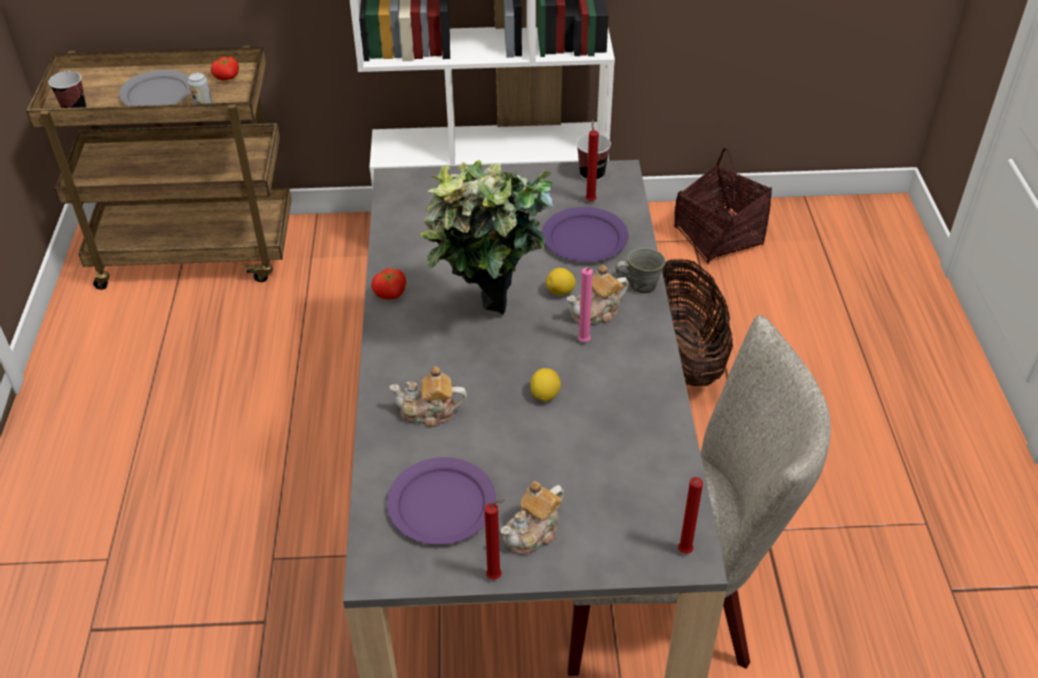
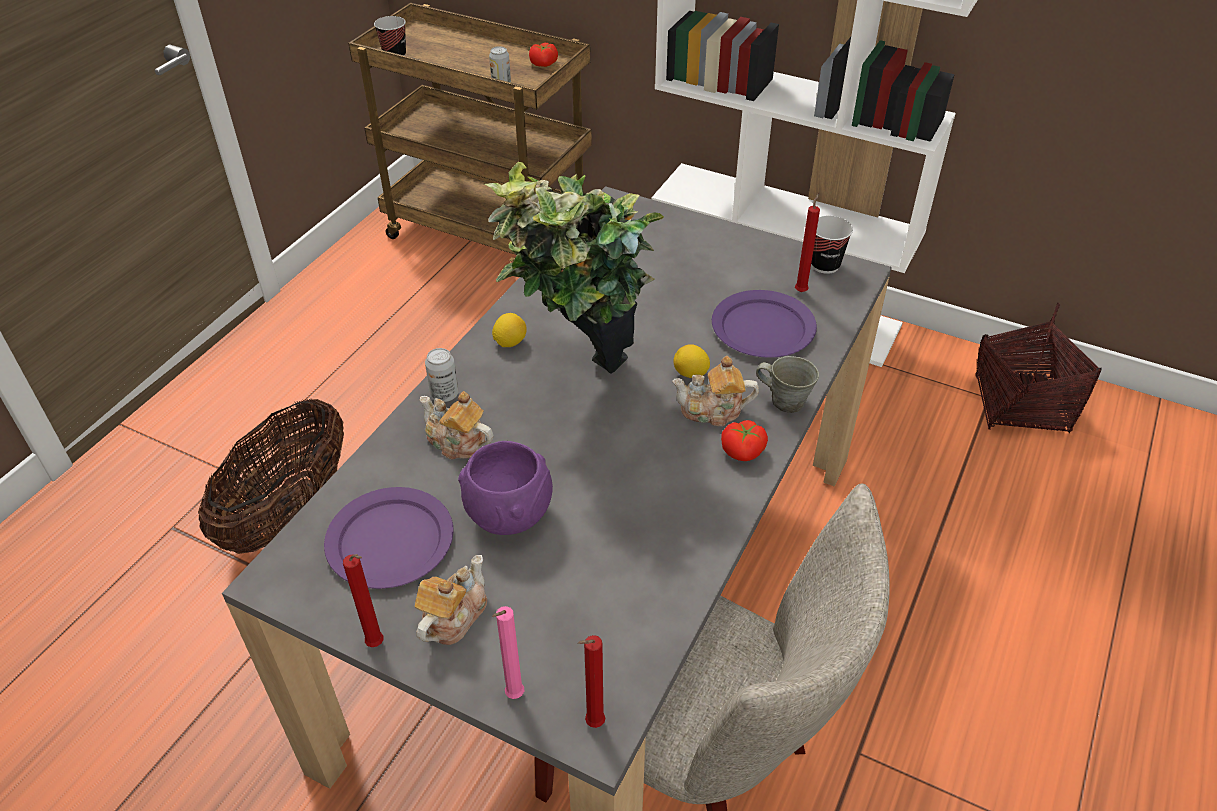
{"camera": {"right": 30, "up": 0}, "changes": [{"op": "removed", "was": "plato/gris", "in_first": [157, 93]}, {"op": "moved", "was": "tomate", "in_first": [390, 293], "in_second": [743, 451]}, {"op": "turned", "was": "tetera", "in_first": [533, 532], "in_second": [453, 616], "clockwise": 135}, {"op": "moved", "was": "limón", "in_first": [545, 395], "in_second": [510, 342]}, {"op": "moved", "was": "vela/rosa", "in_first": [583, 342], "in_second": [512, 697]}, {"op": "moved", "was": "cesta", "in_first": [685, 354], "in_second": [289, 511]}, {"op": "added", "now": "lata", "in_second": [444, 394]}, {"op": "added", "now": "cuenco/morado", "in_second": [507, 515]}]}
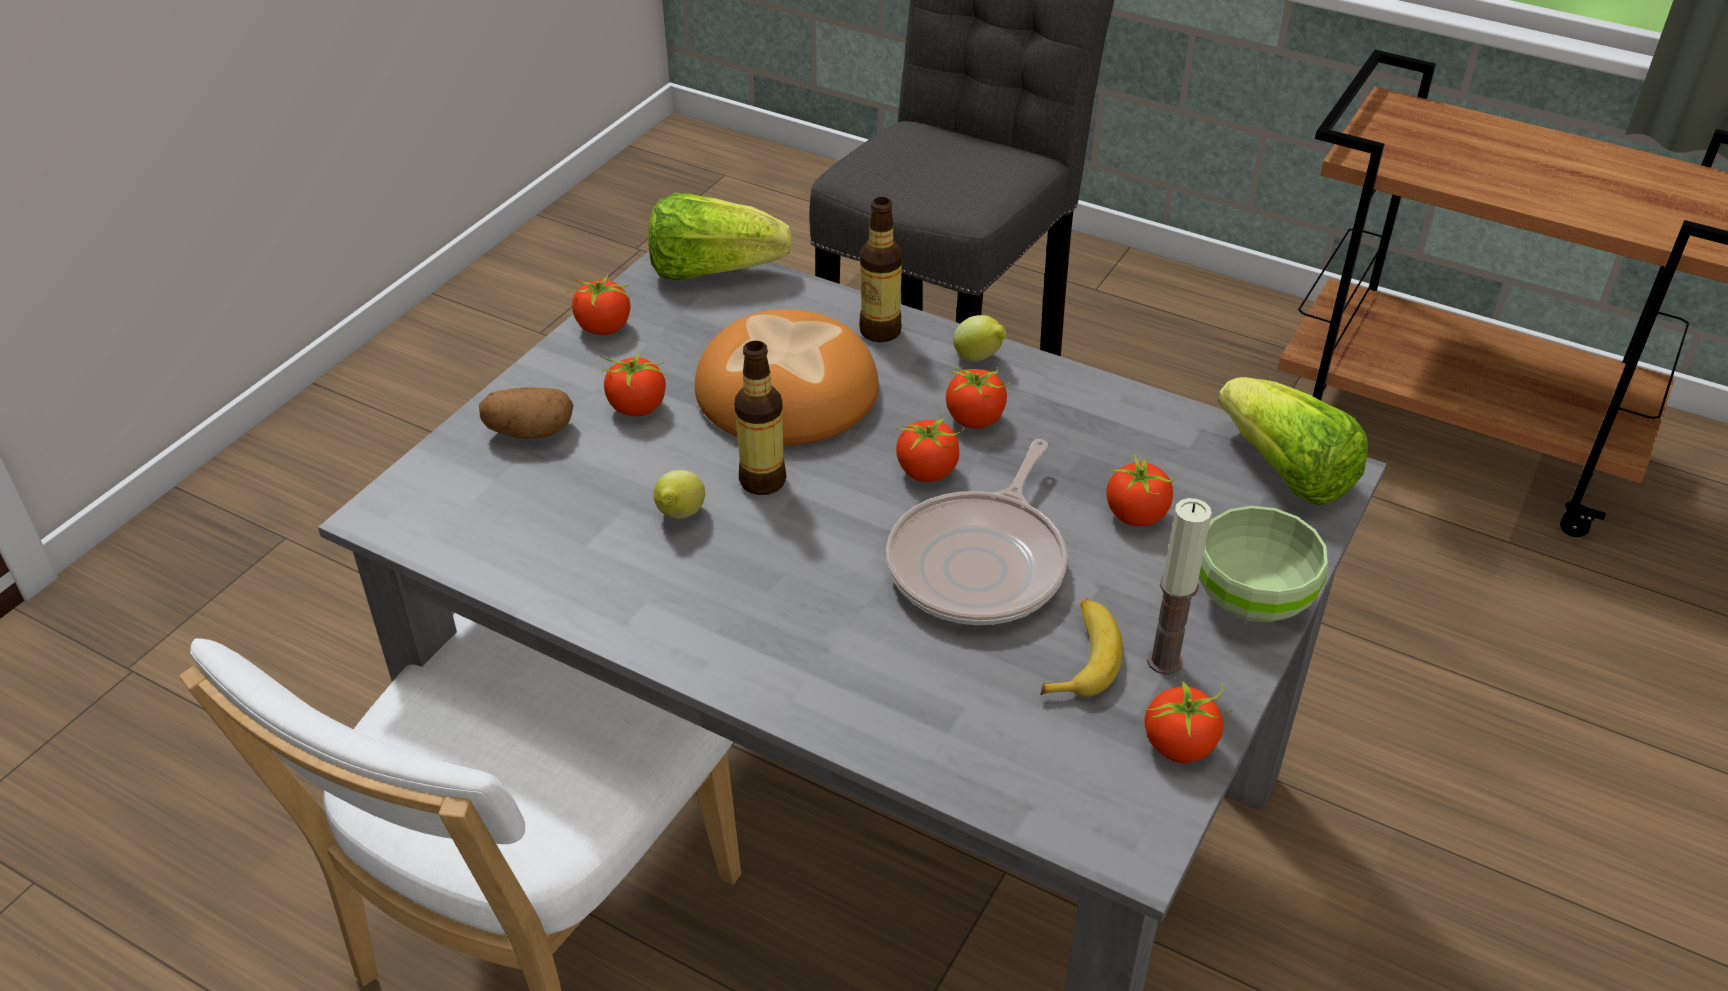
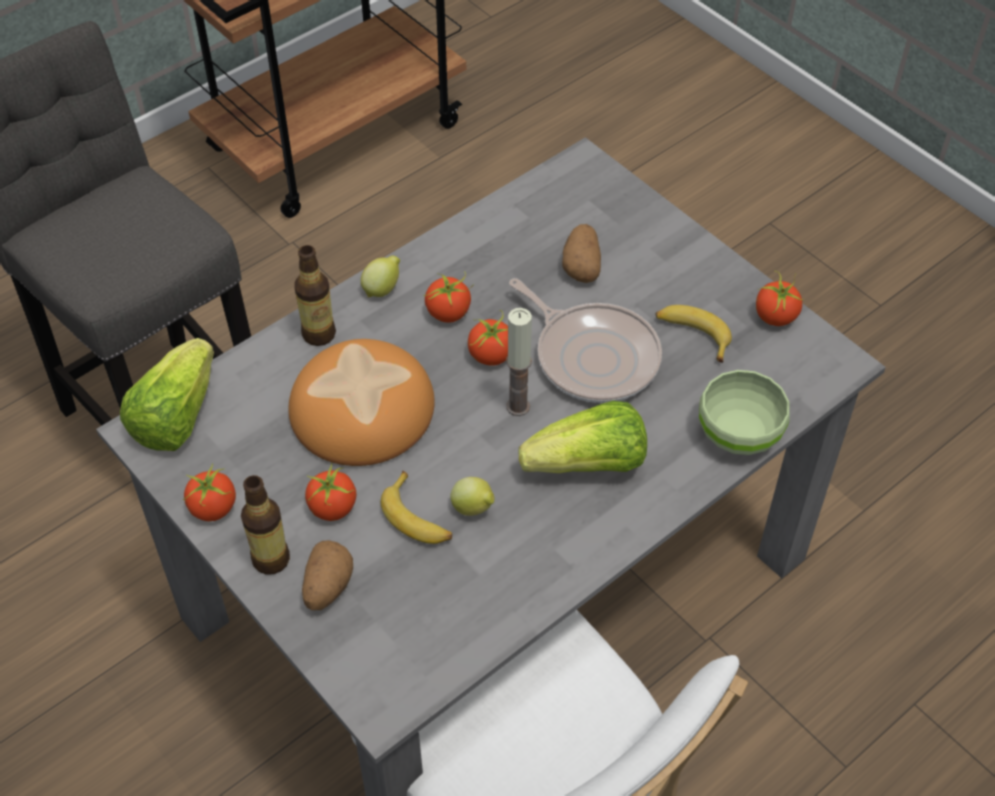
{"camera": {"right": -70, "up": 10}, "changes": [{"op": "moved", "was": "botella", "in_first": [762, 481], "in_second": [271, 559]}, {"op": "replaced", "was": "tomate", "now": "patata", "in_first": [1136, 516], "in_second": [582, 265]}, {"op": "moved", "was": "vela", "in_first": [1164, 661], "in_second": [518, 406]}, {"op": "moved", "was": "cuenco/verde", "in_first": [1251, 598], "in_second": [737, 434]}, {"op": "moved", "was": "lechuga", "in_first": [1285, 472], "in_second": [589, 465]}, {"op": "added", "now": "plátano", "in_second": [418, 517]}]}
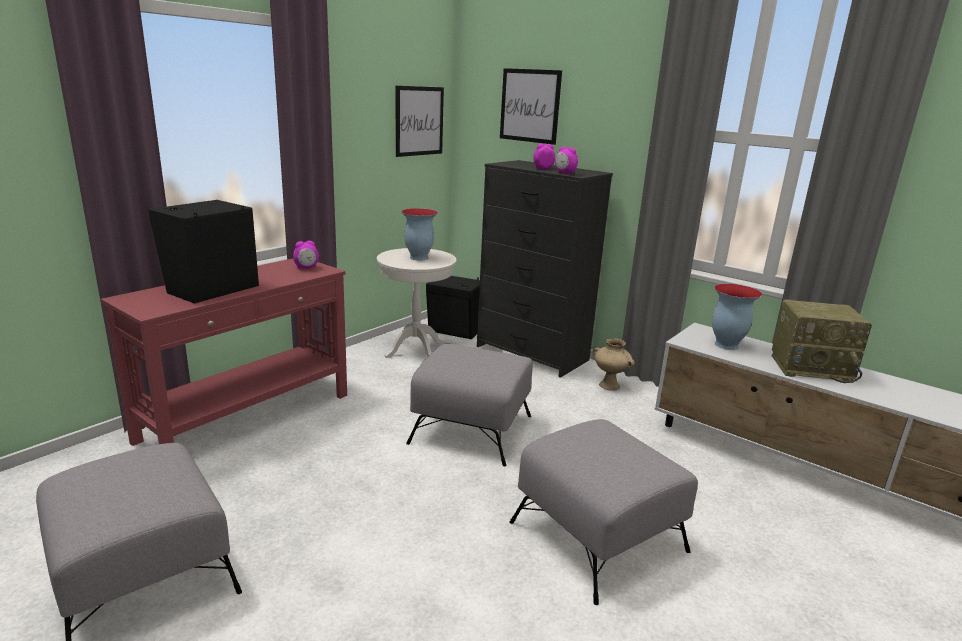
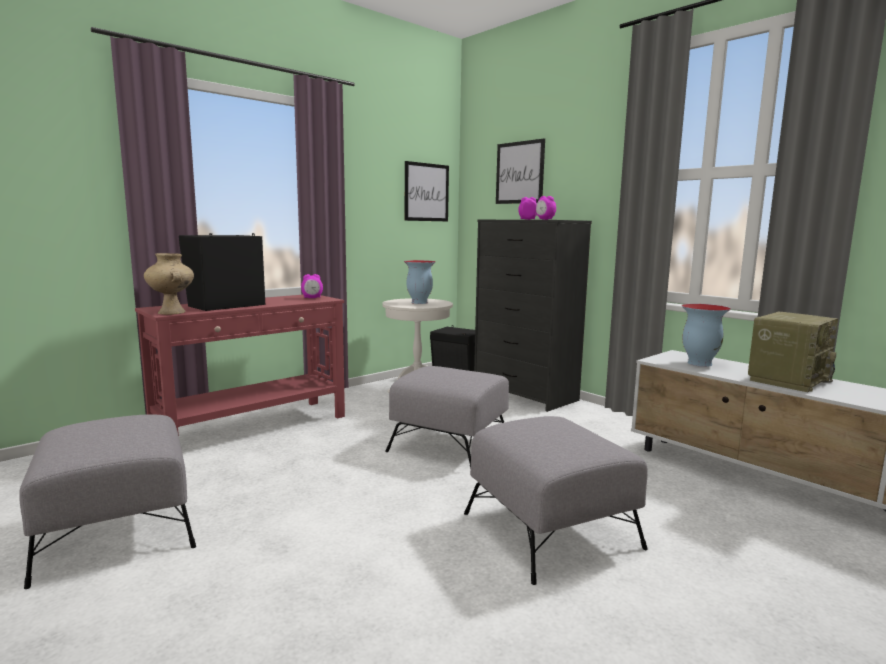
{"camera": {"right": 10, "up": -10}, "changes": [{"op": "moved", "was": "florero/beis", "in_first": [610, 385], "in_second": [172, 312]}, {"op": "turned", "was": "radio", "in_first": [811, 368], "in_second": [787, 379], "clockwise": -60}]}
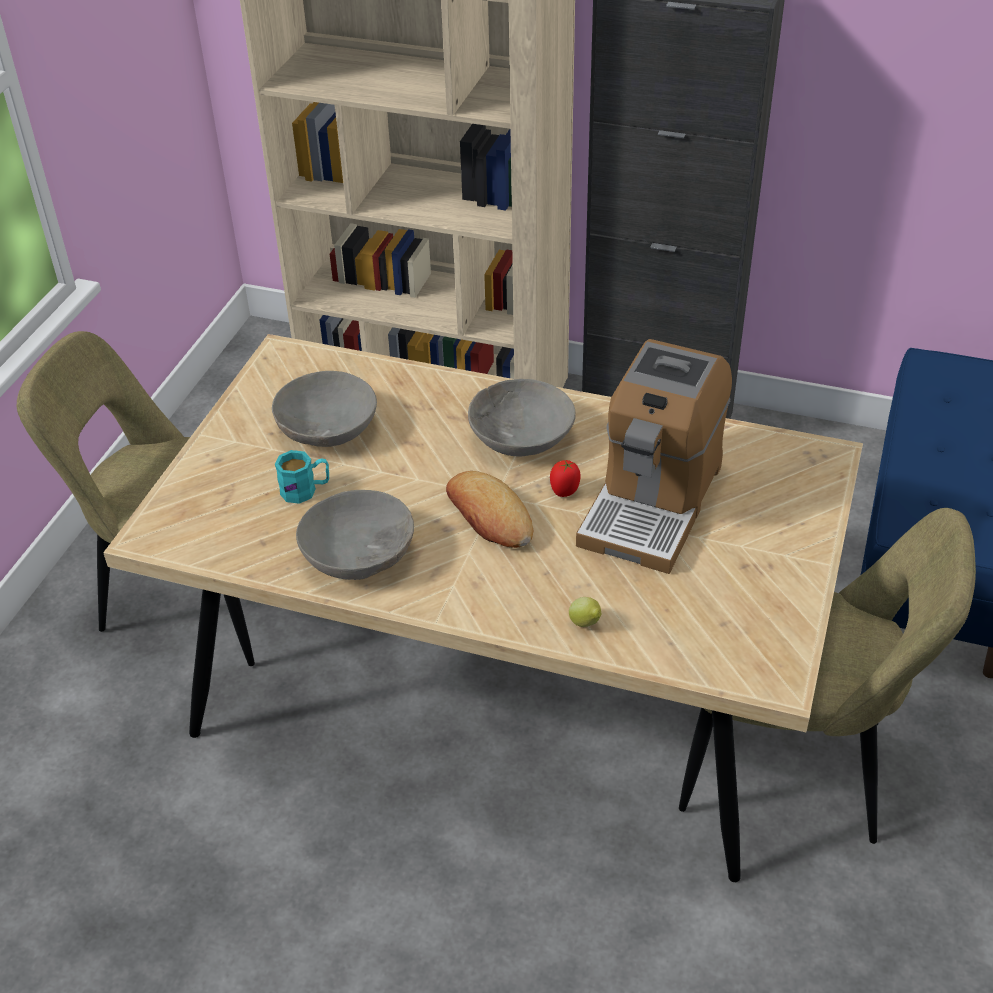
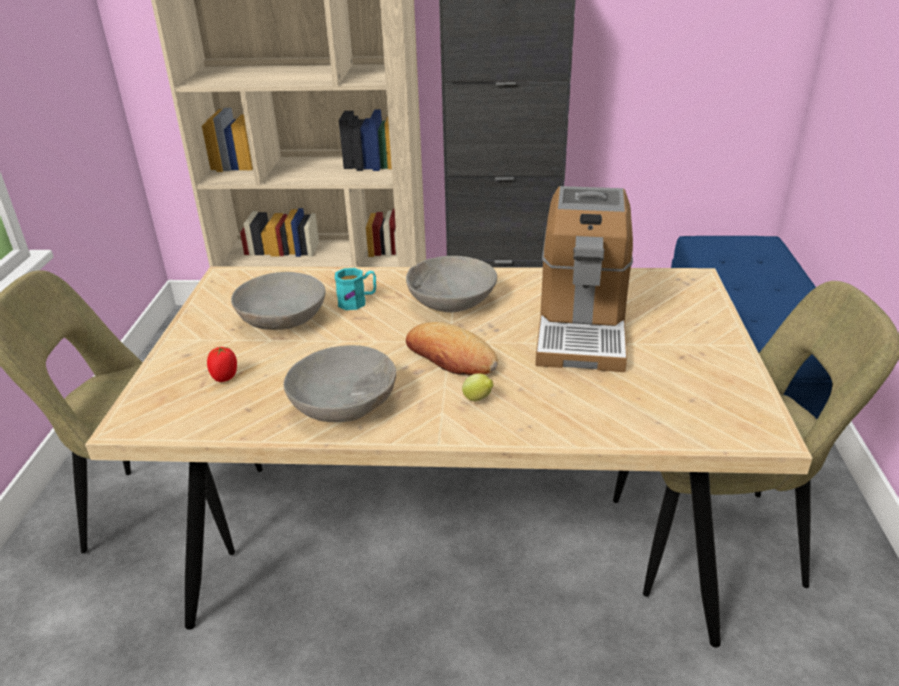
{"camera": {"right": -15, "up": -10}, "changes": [{"op": "moved", "was": "taza grande/turquesa", "in_first": [305, 490], "in_second": [358, 301]}, {"op": "moved", "was": "tomate", "in_first": [565, 491], "in_second": [225, 377]}, {"op": "moved", "was": "limón", "in_first": [586, 624], "in_second": [478, 399]}]}
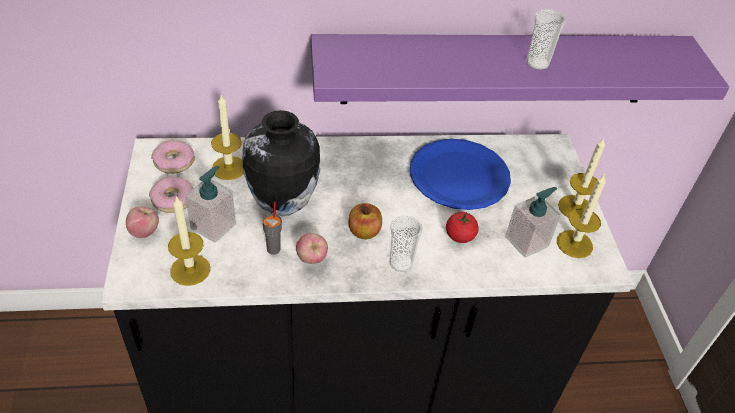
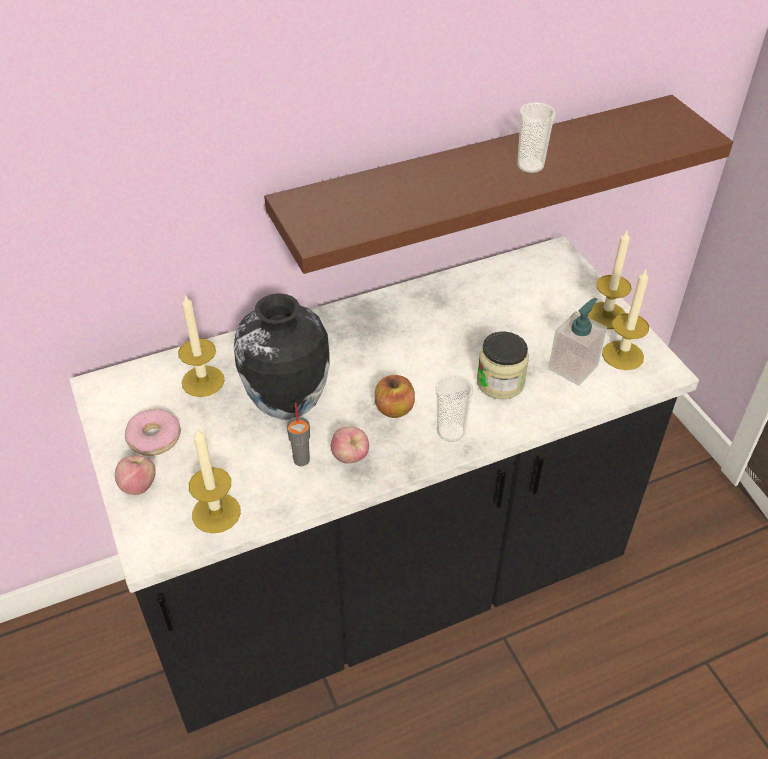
{"camera": {"right": -15, "up": 0}, "changes": [{"op": "removed", "was": "rosquilla", "in_first": [174, 162]}, {"op": "removed", "was": "dispensador de jabón", "in_first": [213, 226]}, {"op": "recoloured", "was": "estante/morado", "now": "estante/marrón", "in_first": [499, 69], "in_second": [478, 182]}, {"op": "removed", "was": "plato/azul", "in_first": [459, 176]}, {"op": "replaced", "was": "tomate", "now": "tarro", "in_first": [460, 236], "in_second": [500, 382]}]}
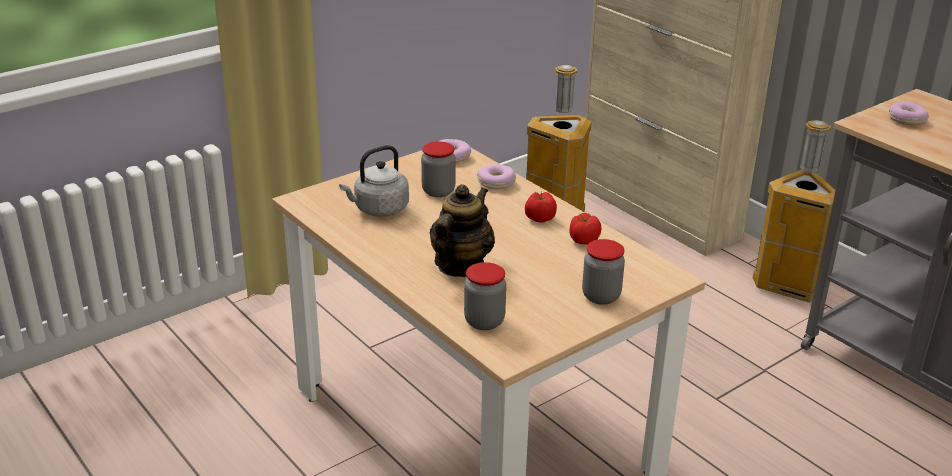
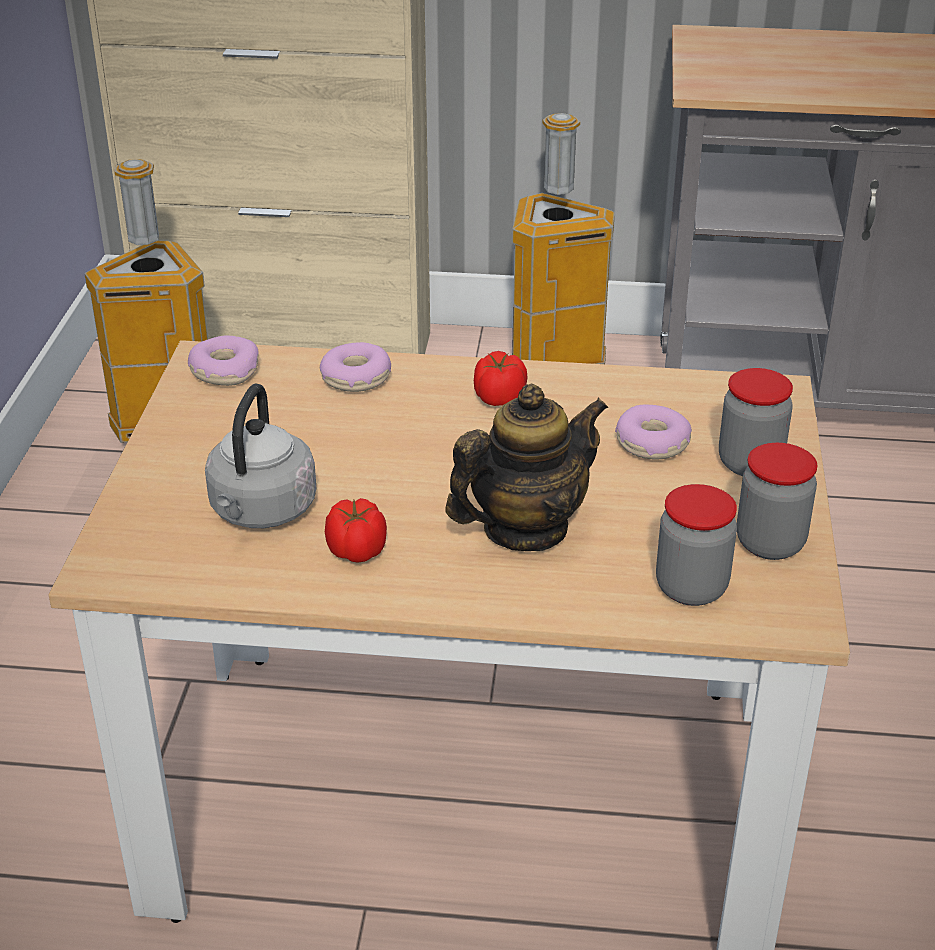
{"camera": {"right": -45, "up": 5}, "changes": [{"op": "moved", "was": "tarro", "in_first": [438, 191], "in_second": [770, 543]}, {"op": "turned", "was": "tetera", "in_first": [460, 266], "in_second": [525, 529], "clockwise": 75}, {"op": "moved", "was": "tomate", "in_first": [583, 241], "in_second": [357, 552]}, {"op": "moved", "was": "rosquilla", "in_first": [906, 120], "in_second": [652, 444]}]}
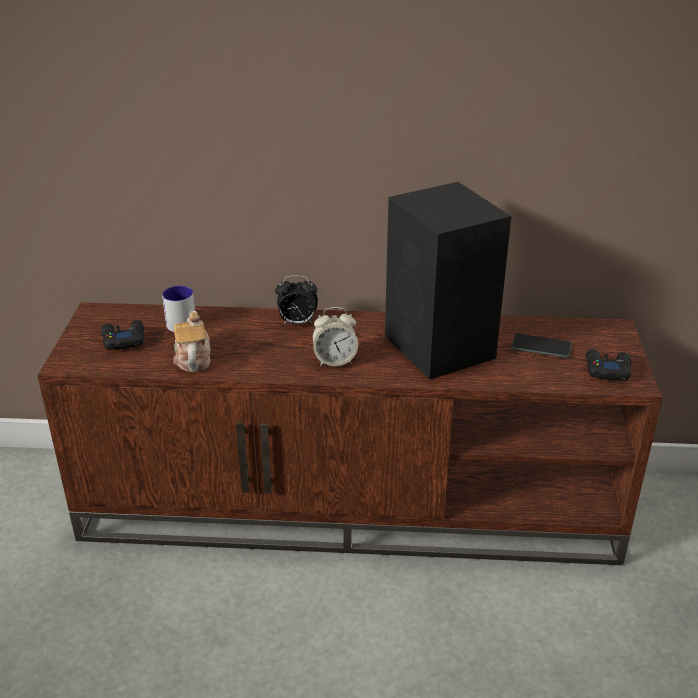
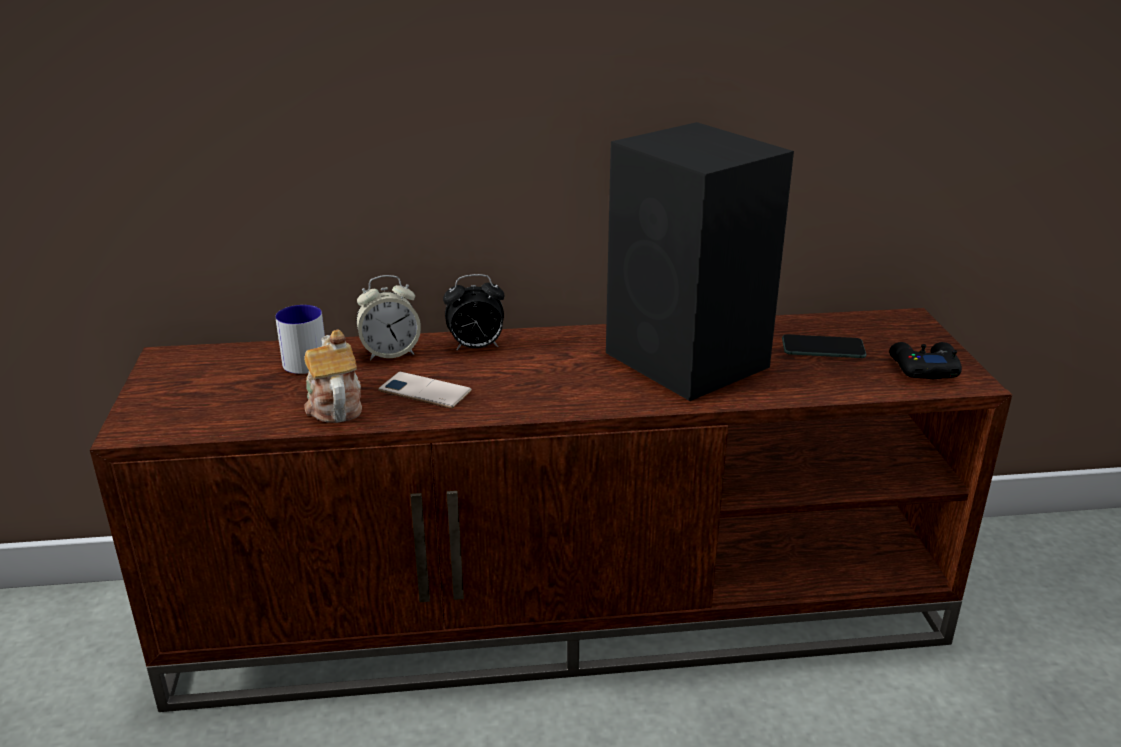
{"camera": {"right": -10, "up": -5}, "changes": [{"op": "removed", "was": "mando de consola/negro", "in_first": [123, 340]}, {"op": "moved", "was": "despertador", "in_first": [335, 360], "in_second": [390, 353]}, {"op": "added", "now": "móvil", "in_second": [425, 391]}]}
